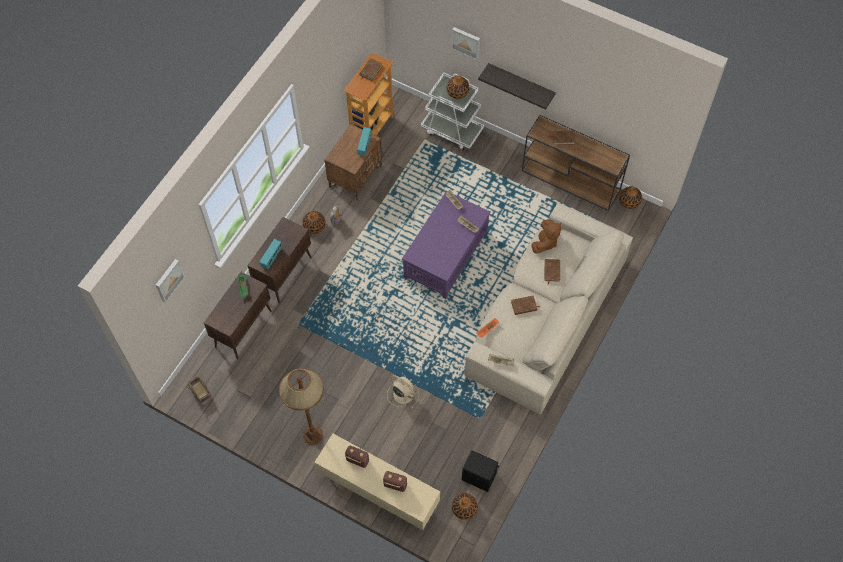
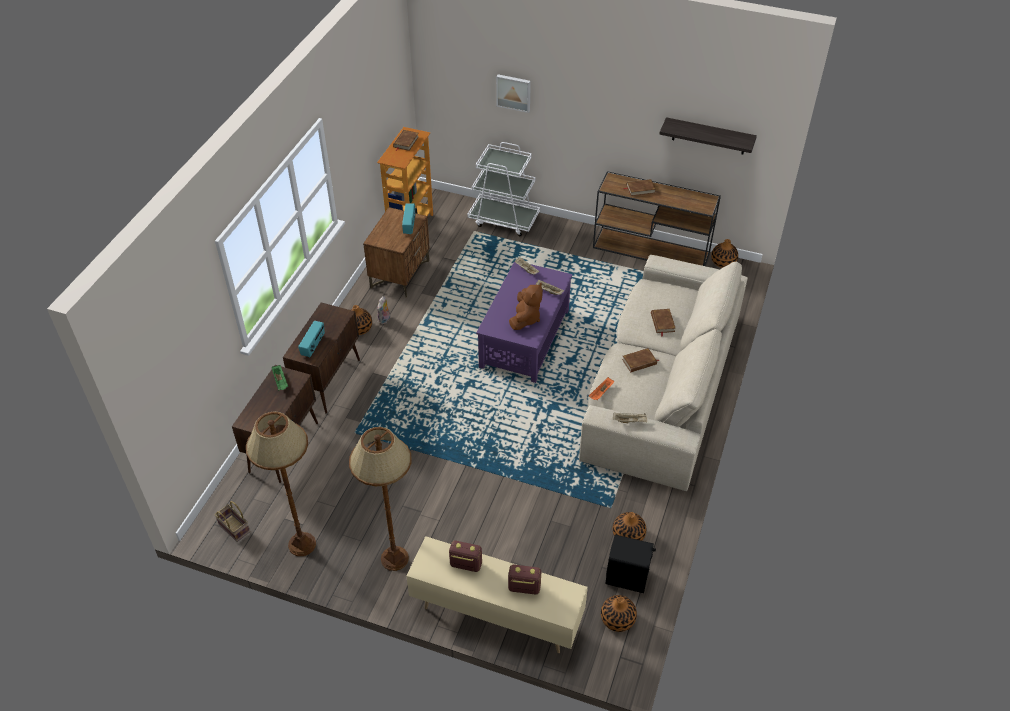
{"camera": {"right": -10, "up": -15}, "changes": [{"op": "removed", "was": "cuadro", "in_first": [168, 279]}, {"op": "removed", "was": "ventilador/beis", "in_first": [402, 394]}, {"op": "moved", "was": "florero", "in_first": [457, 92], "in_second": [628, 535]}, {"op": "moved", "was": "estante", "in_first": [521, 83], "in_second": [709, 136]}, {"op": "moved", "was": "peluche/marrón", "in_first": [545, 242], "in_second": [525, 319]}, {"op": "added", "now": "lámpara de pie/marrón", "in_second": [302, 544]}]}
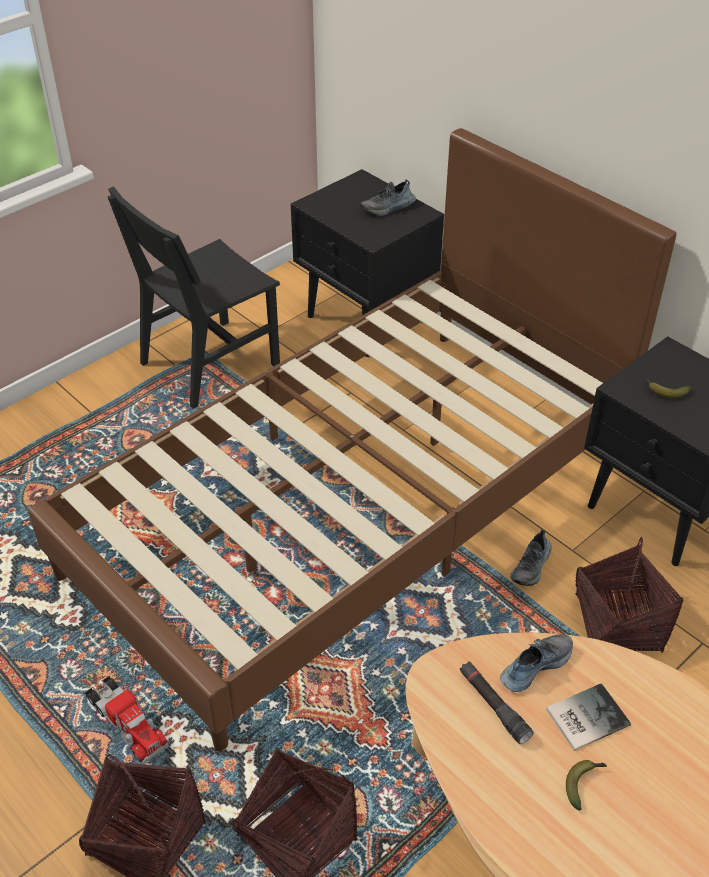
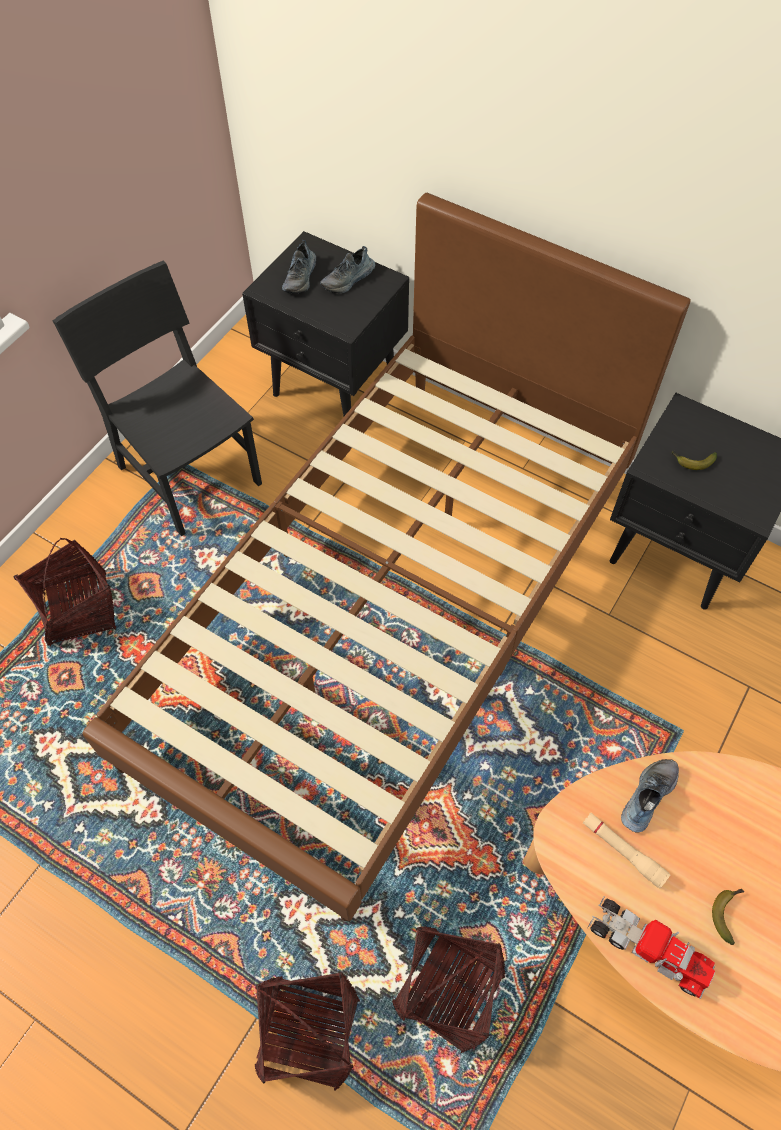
{"camera": {"right": -15, "up": 15}, "changes": [{"op": "moved", "was": "camión de juguete", "in_first": [126, 722], "in_second": [647, 948]}, {"op": "turned", "was": "silla/negro", "in_first": [209, 363], "in_second": [190, 474], "clockwise": 105}, {"op": "recoloured", "was": "linterna/negro", "now": "linterna/beis", "in_first": [493, 706], "in_second": [623, 851]}, {"op": "moved", "was": "zapato", "in_first": [532, 566], "in_second": [301, 277]}, {"op": "removed", "was": "libro", "in_first": [584, 716]}, {"op": "moved", "was": "cesta", "in_first": [618, 624], "in_second": [78, 610]}]}
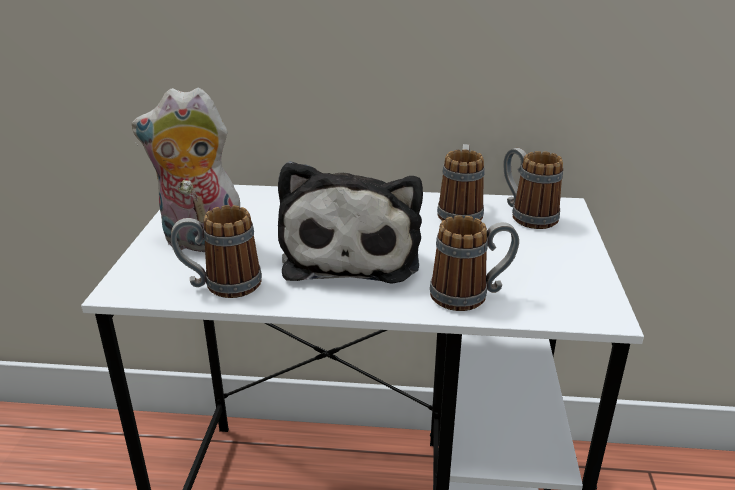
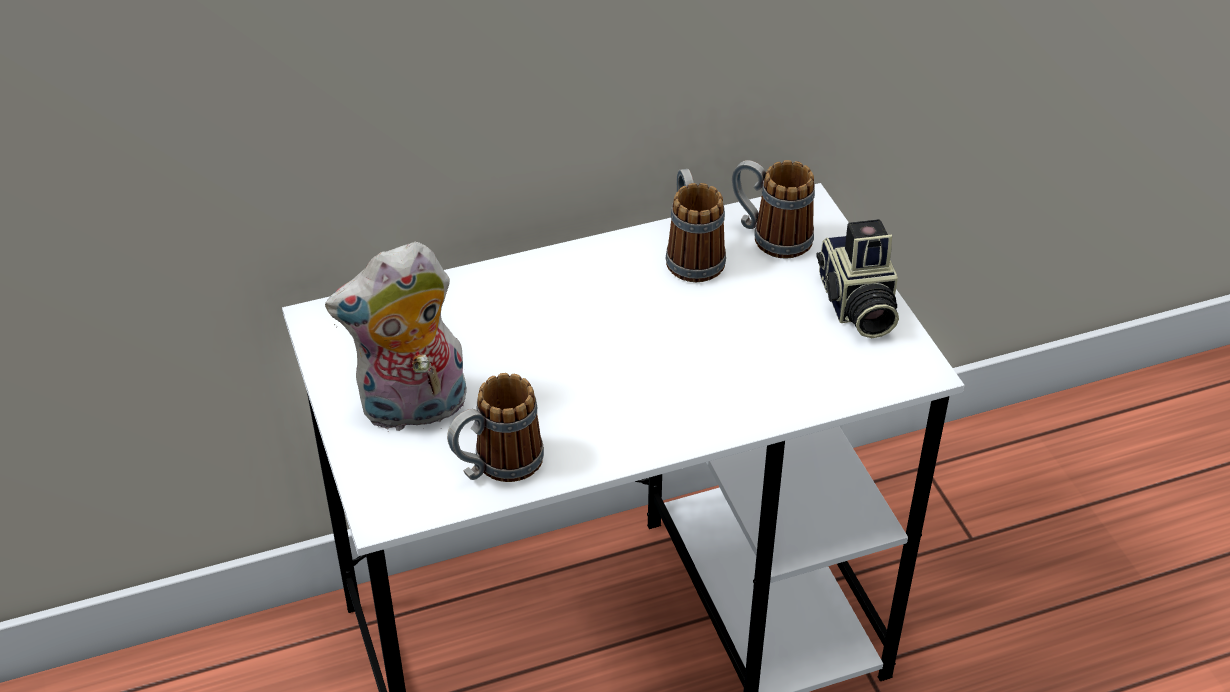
{"camera": {"right": -25, "up": 15}, "changes": [{"op": "removed", "was": "peluche", "in_first": [352, 253]}, {"op": "removed", "was": "taza grande", "in_first": [470, 295]}, {"op": "added", "now": "cámara", "in_second": [856, 306]}]}
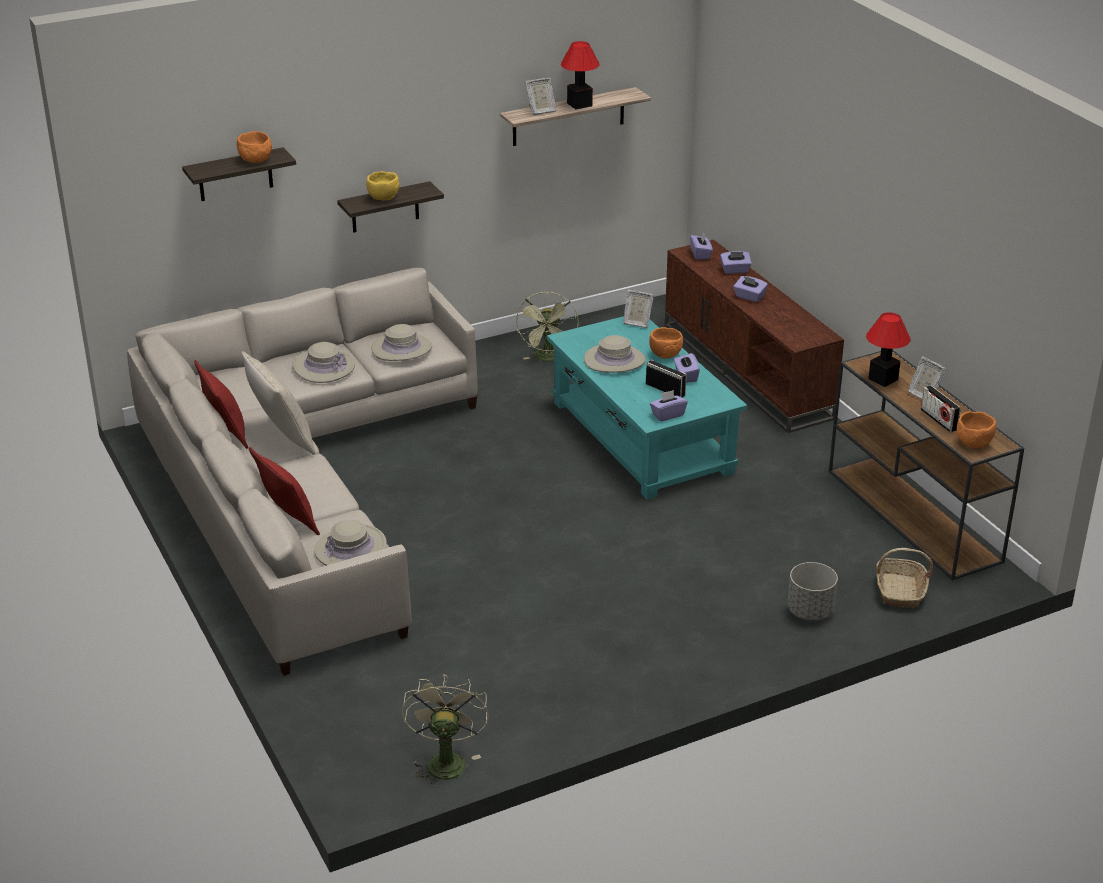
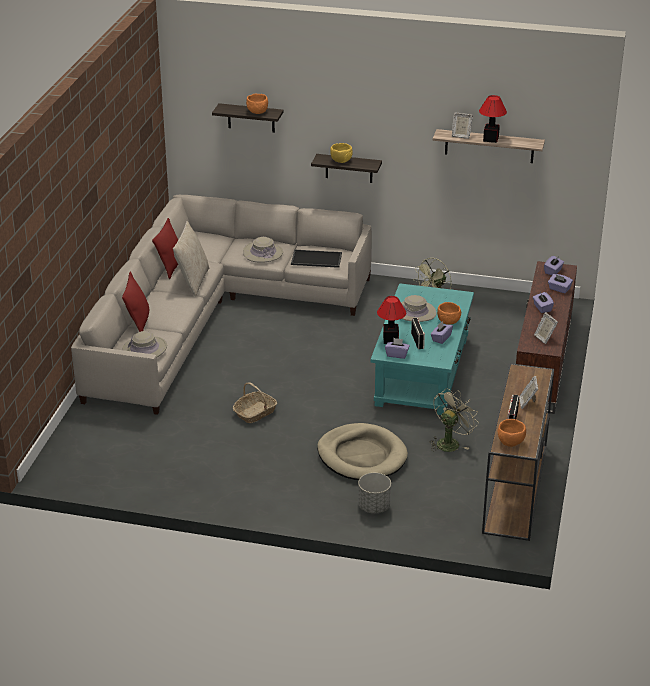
{"camera": {"right": 40, "up": 0}, "changes": [{"op": "replaced", "was": "sombrero/beis", "now": "bandeja", "in_first": [401, 348], "in_second": [315, 259]}, {"op": "moved", "was": "ventilador/beis", "in_first": [445, 760], "in_second": [450, 442]}, {"op": "moved", "was": "portarretratos", "in_first": [637, 322], "in_second": [544, 338]}, {"op": "moved", "was": "lámpara de mesa", "in_first": [883, 379], "in_second": [391, 339]}, {"op": "moved", "was": "cesta", "in_first": [900, 591], "in_second": [255, 413]}, {"op": "added", "now": "cama para perro/beis", "in_second": [362, 456]}]}
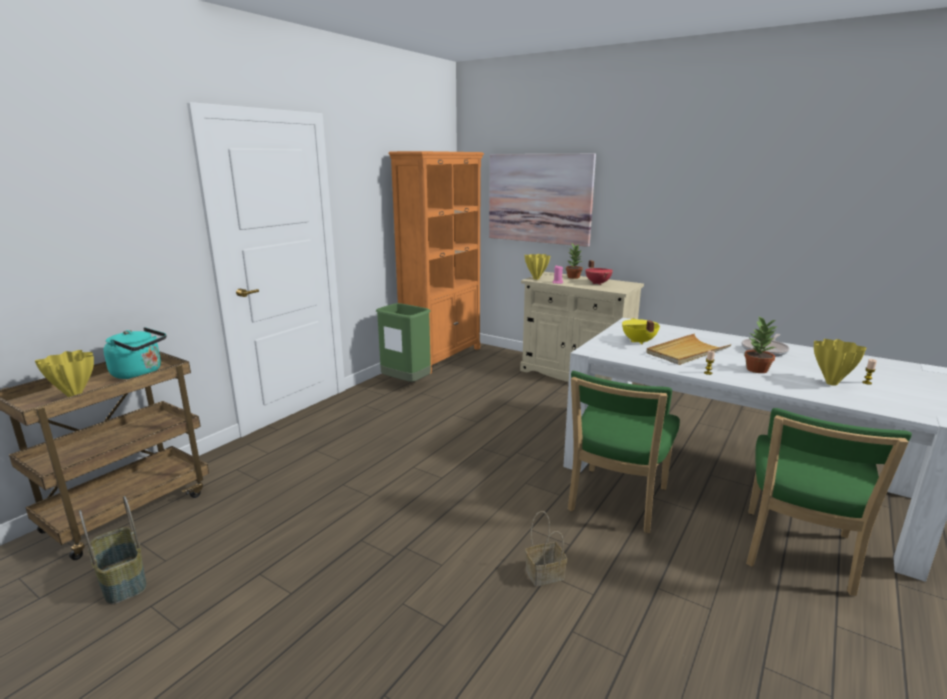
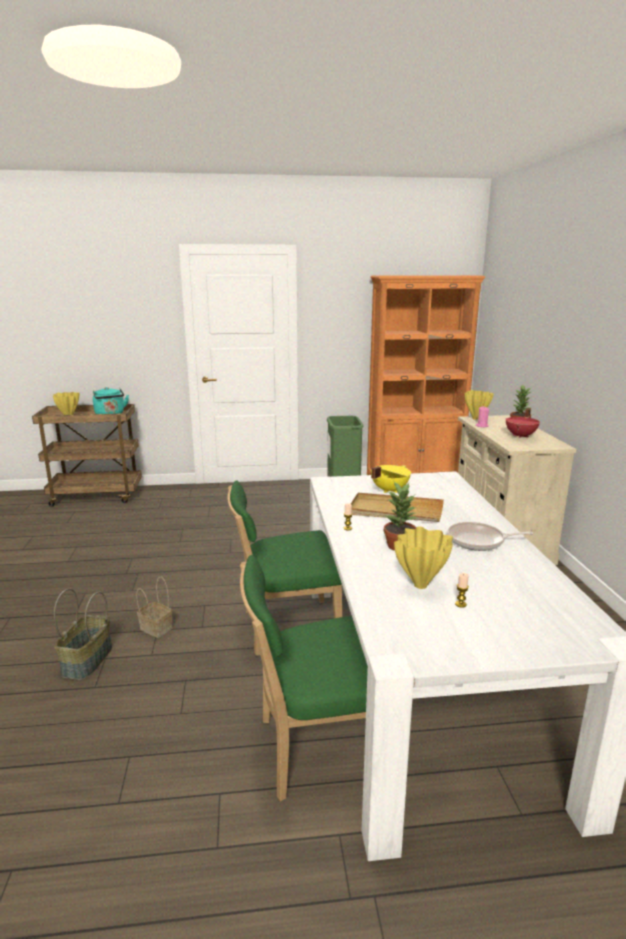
{"camera": {"right": 50, "up": 0}, "changes": [{"op": "moved", "was": "cesta", "in_first": [124, 580], "in_second": [88, 661]}, {"op": "removed", "was": "cuadro", "in_first": [539, 198]}]}
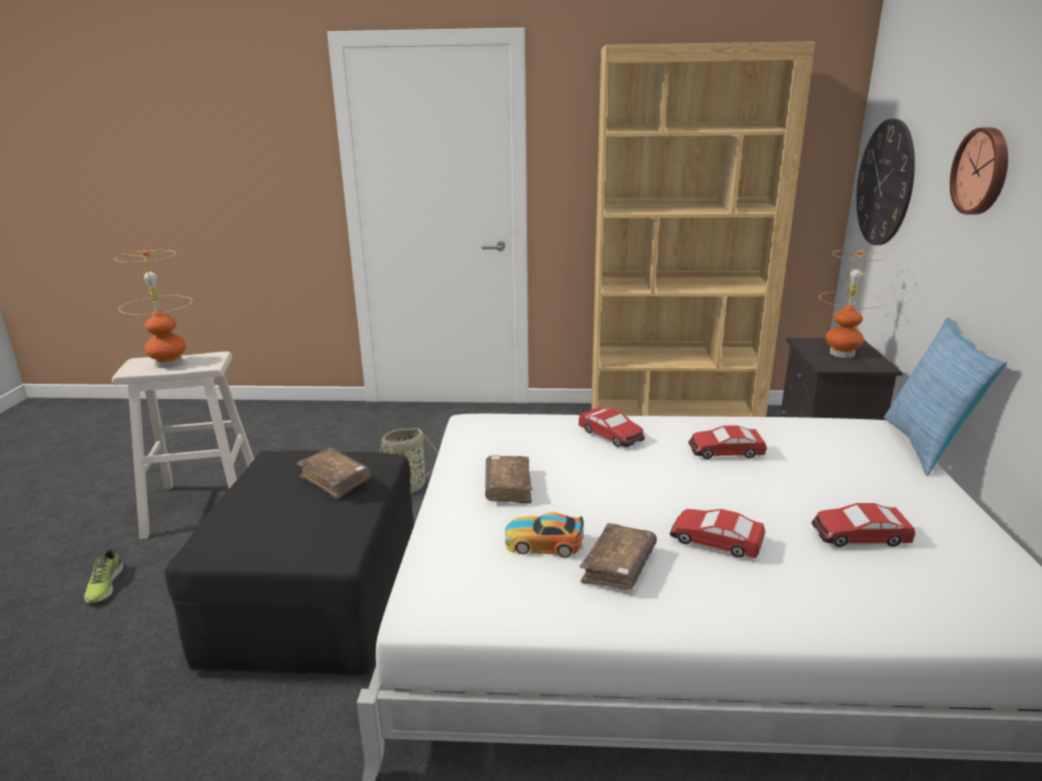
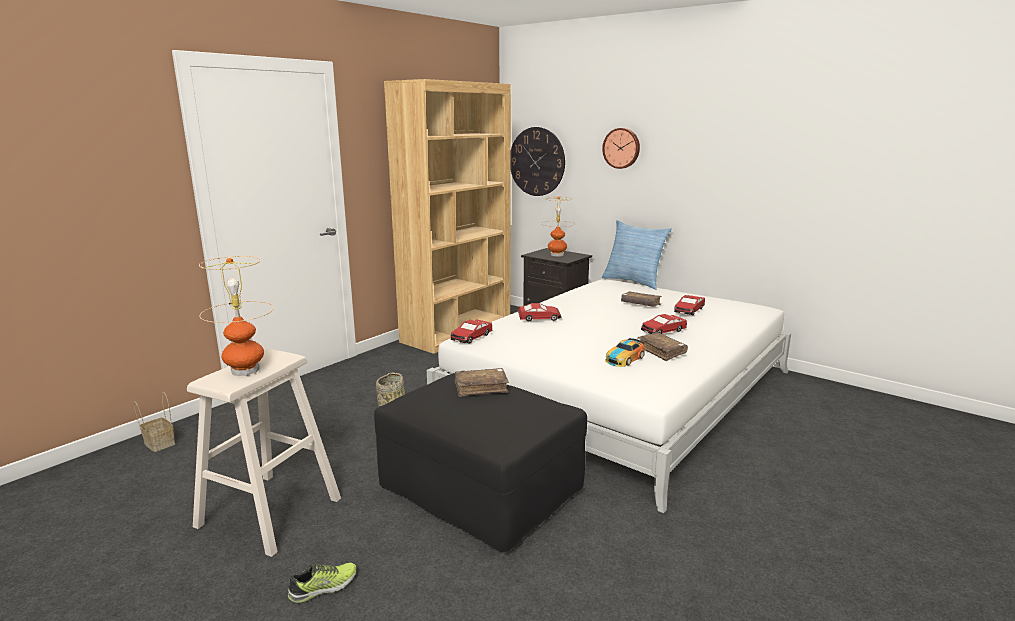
{"camera": {"right": -55, "up": -5}, "changes": [{"op": "turned", "was": "zapato", "in_first": [104, 585], "in_second": [324, 587], "clockwise": -60}, {"op": "moved", "was": "libro/marrón", "in_first": [508, 487], "in_second": [640, 304]}, {"op": "moved", "was": "coche de juguete", "in_first": [725, 451], "in_second": [471, 337]}, {"op": "added", "now": "cesta", "in_second": [158, 443]}]}
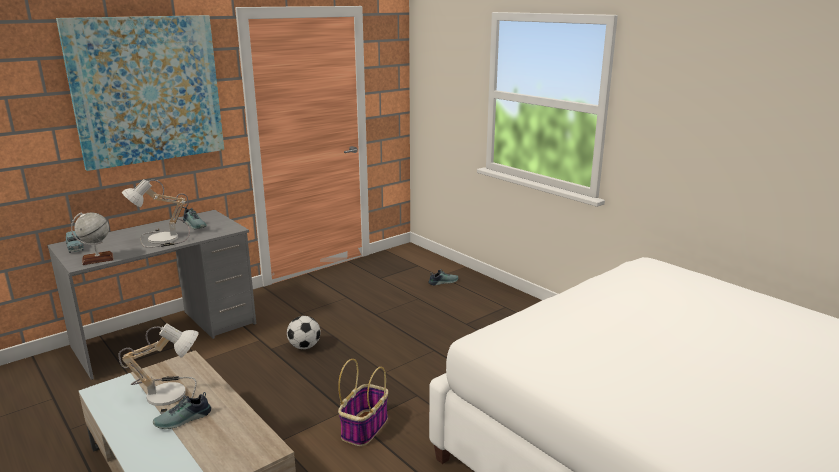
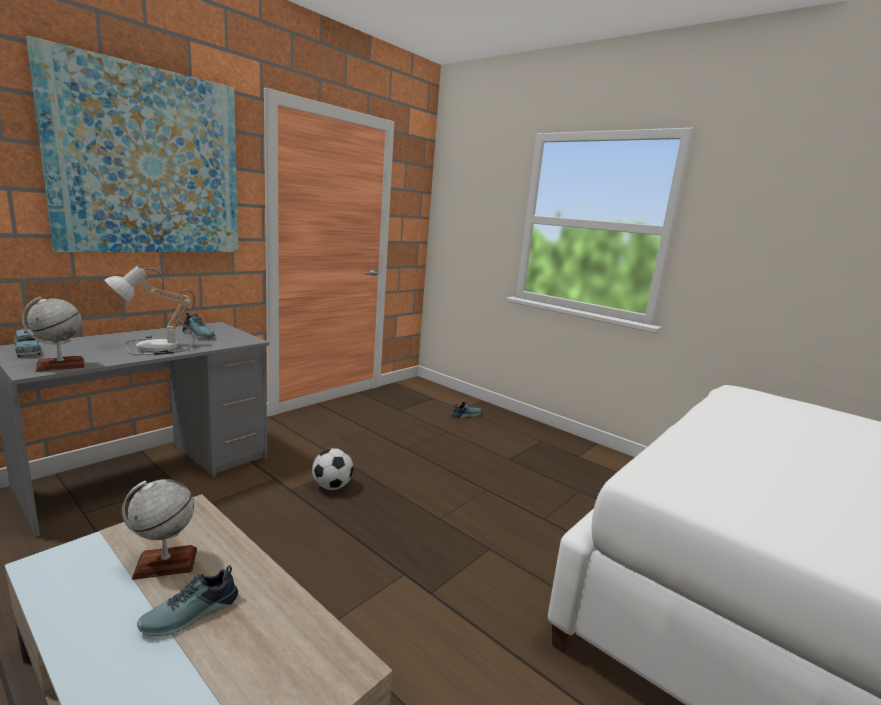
{"camera": {"right": -10, "up": -5}, "changes": [{"op": "replaced", "was": "lámpara de mesa", "now": "globo terráqueo", "in_first": [170, 392], "in_second": [165, 563]}, {"op": "removed", "was": "cesta", "in_first": [364, 427]}]}
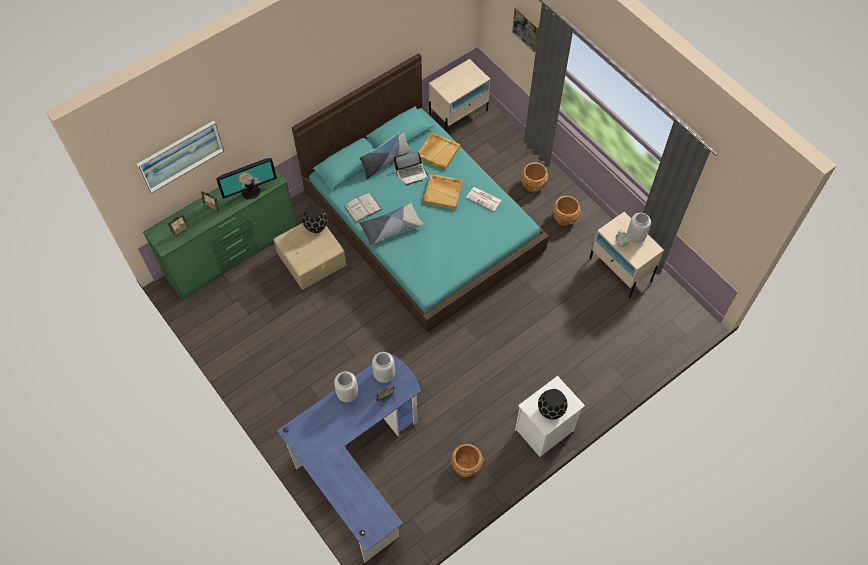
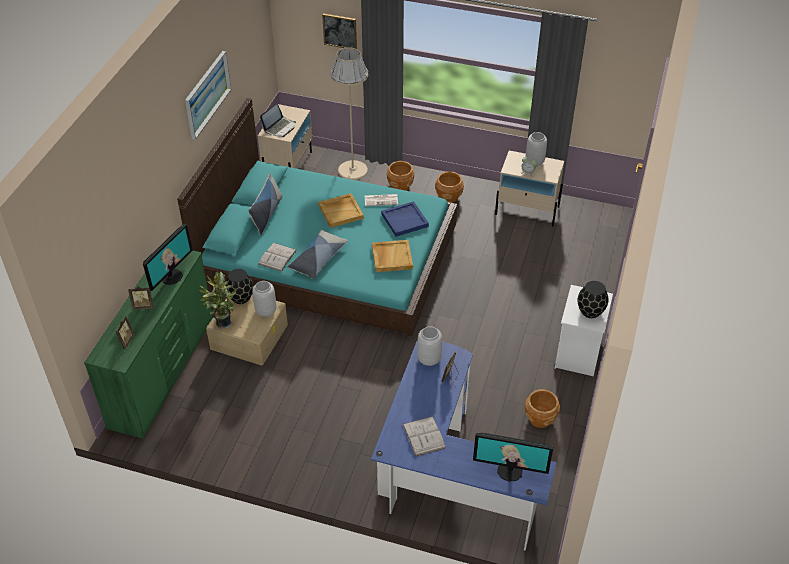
{"camera": {"right": -35, "up": -15}, "changes": [{"op": "moved", "was": "cuadro", "in_first": [180, 156], "in_second": [207, 94]}, {"op": "moved", "was": "florero/gris", "in_first": [347, 394], "in_second": [265, 311]}, {"op": "moved", "was": "portátil", "in_first": [411, 173], "in_second": [280, 128]}, {"op": "moved", "was": "bandeja/beis", "in_first": [438, 152], "in_second": [391, 257]}, {"op": "added", "now": "planta en maceta", "in_second": [222, 322]}, {"op": "added", "now": "lámpara de pie/beis", "in_second": [353, 170]}, {"op": "added", "now": "bandeja/azul", "in_second": [405, 220]}, {"op": "added", "now": "libro/blanco", "in_second": [424, 436]}, {"op": "added", "now": "monitor", "in_second": [510, 471]}]}
